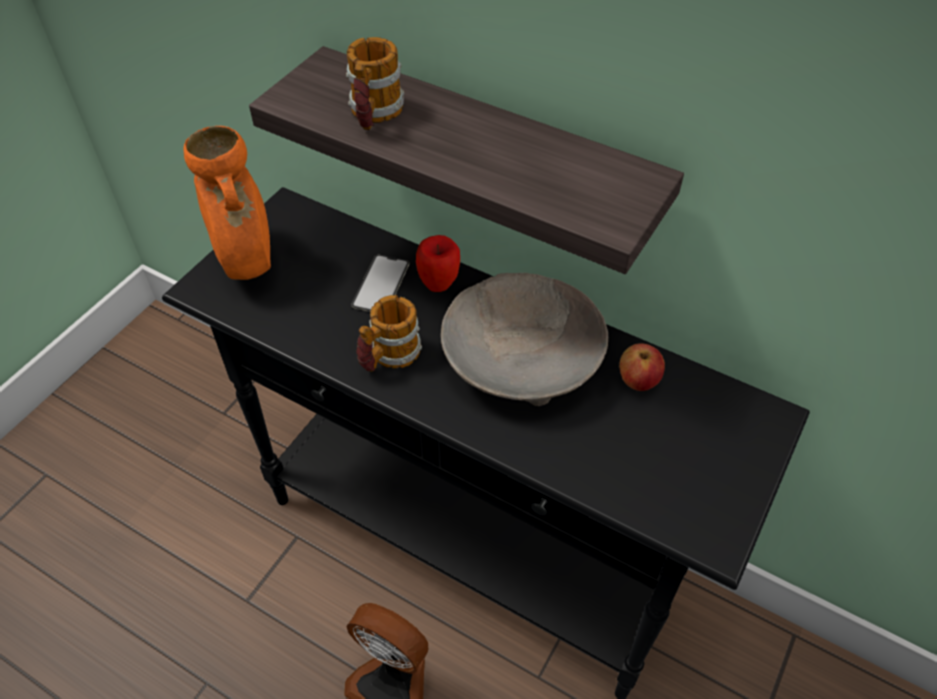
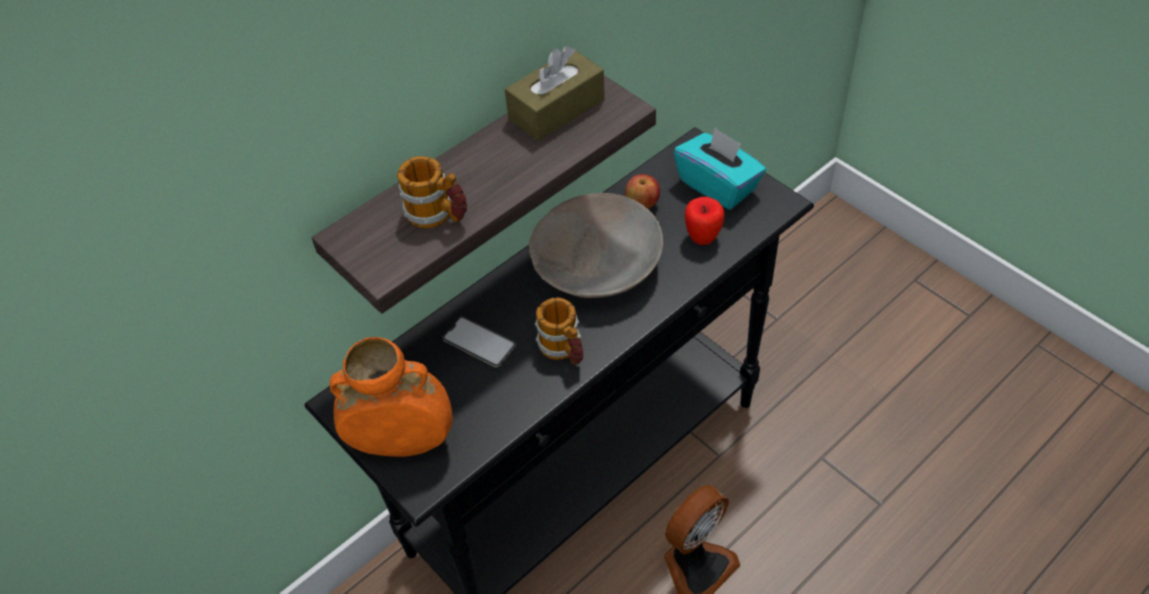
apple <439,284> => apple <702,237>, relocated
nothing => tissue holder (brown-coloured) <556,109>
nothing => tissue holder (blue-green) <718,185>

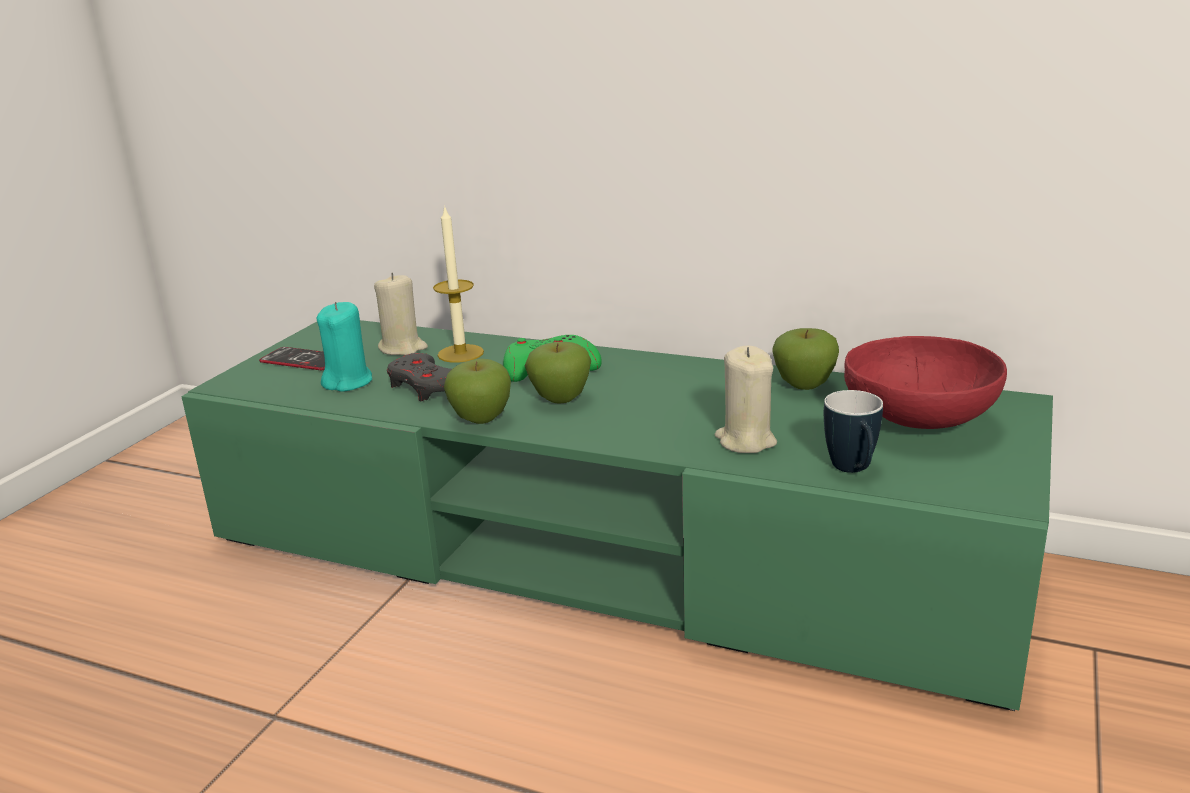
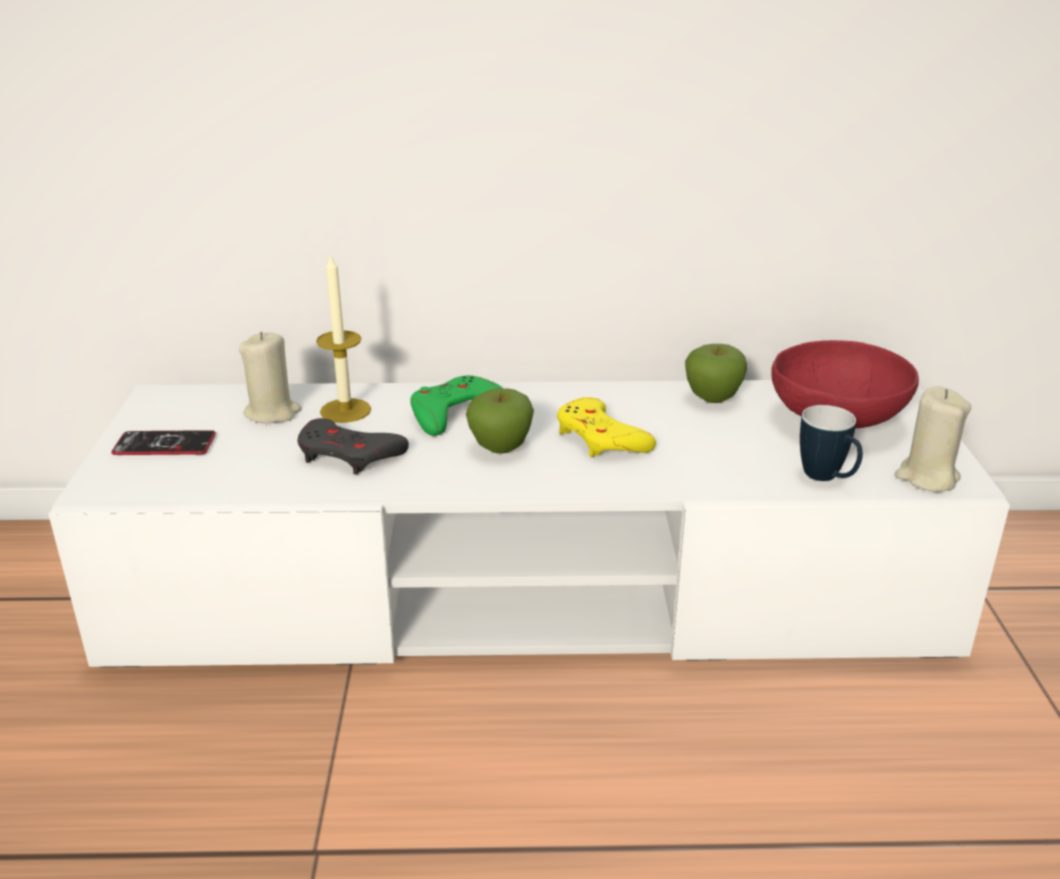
candle (blue-green) <348,382> => nothing
tv unit (green) <603,553> => tv unit (white) <530,591>
candle (beige-coloured) <745,441> => candle (beige-coloured) <926,477>, relocated
apple <481,419> => nothing
nothing => gamepad (yellowish) <601,438>

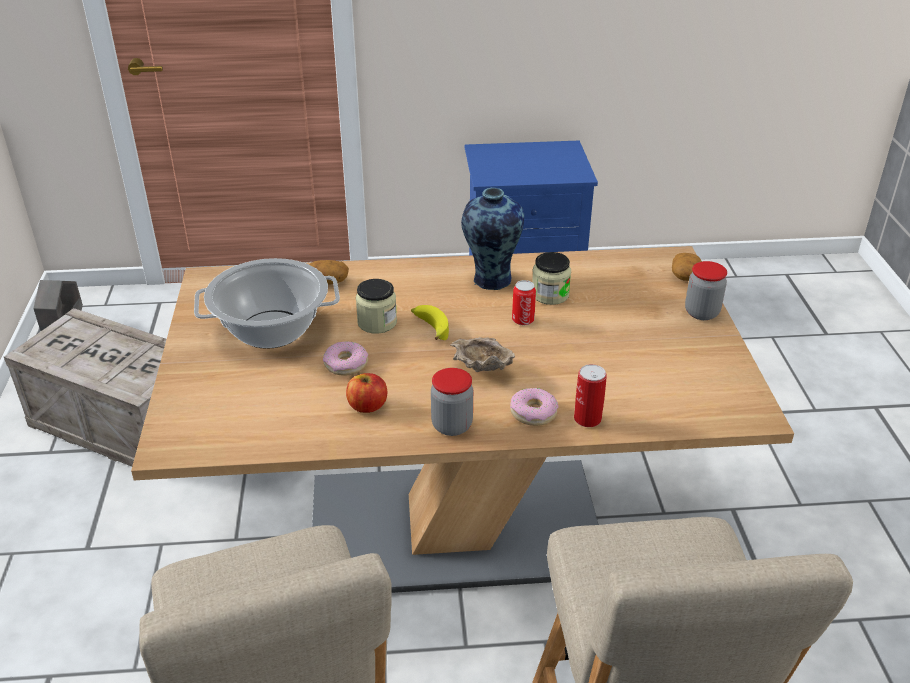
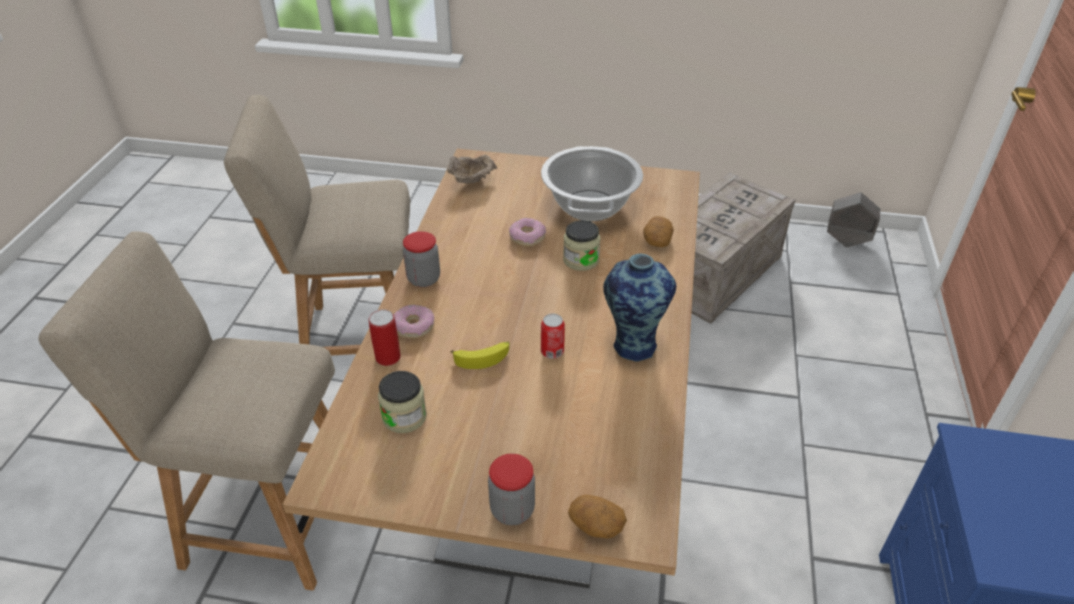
jar <550,295> => jar <404,417>, relocated
banana fruit <430,327> => banana fruit <483,357>, relocated
bowl (beige-coloured) <482,370> => bowl (beige-coloured) <472,182>, relocated
apple <367,406> => nothing

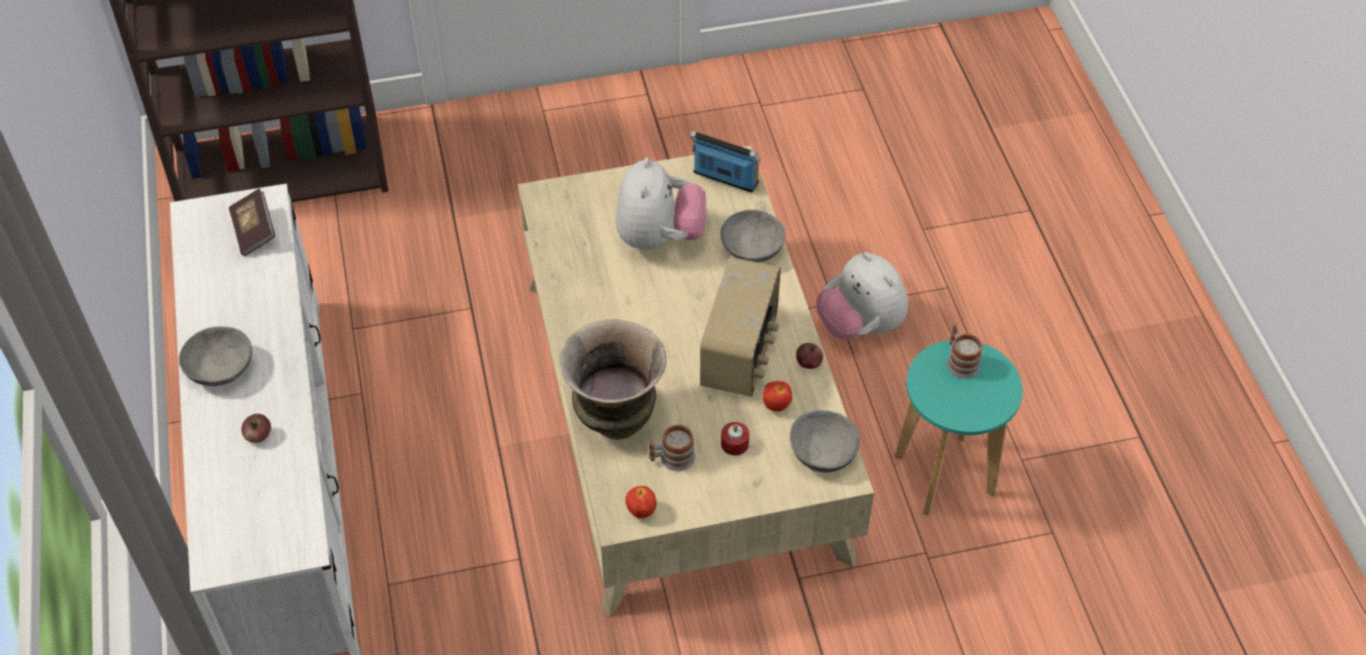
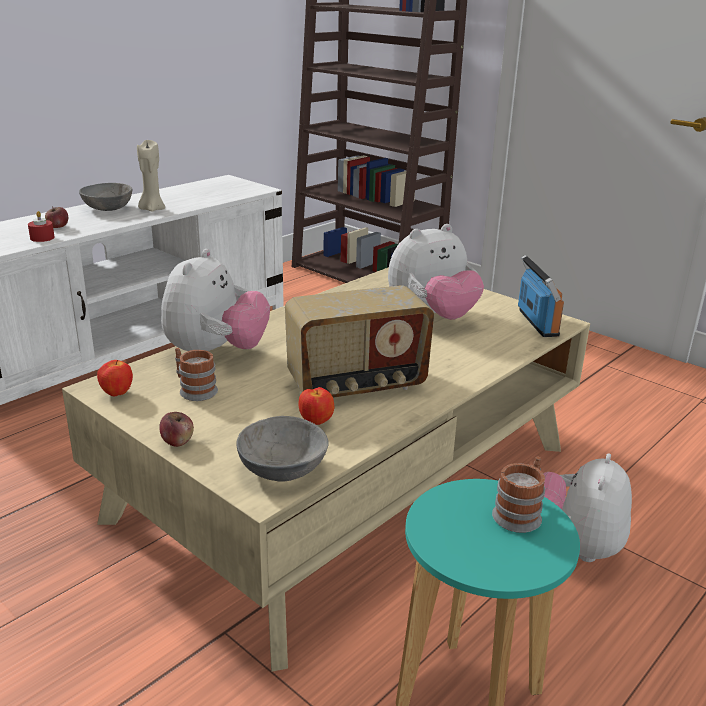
bound book <254,231> => nothing
bowl (gray) <751,248> => nothing
vase <615,418> => cuddly toy <216,353>
apple <808,363> => apple <177,441>, relocated
candle (red-coloured) <734,443> => candle (red-coloured) <42,238>, relocated
nothing => candle (beige-coloured) <152,209>

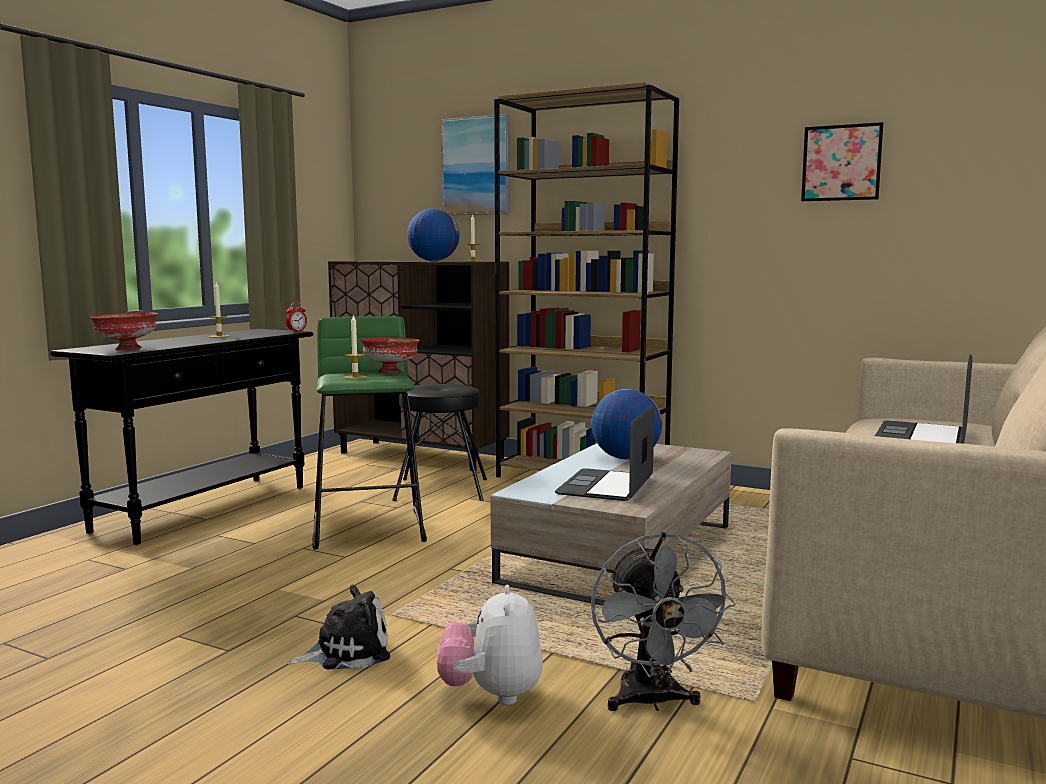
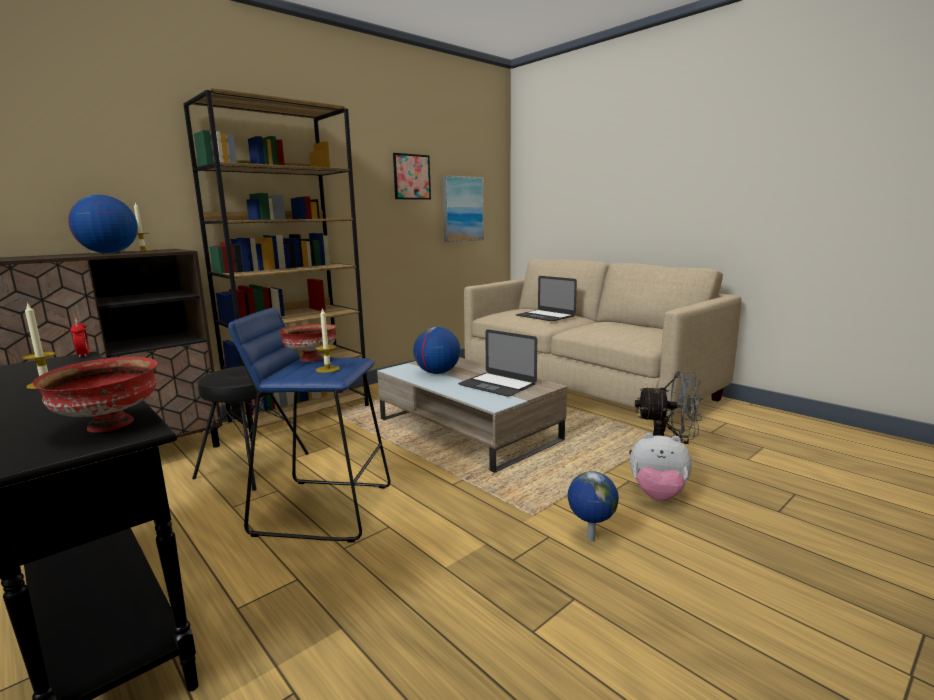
wall art <477,166> => wall art <462,209>, relocated
sitting stool (green) <369,528> => sitting stool (blue) <323,508>
cuddly toy <347,652> => desk globe <590,539>

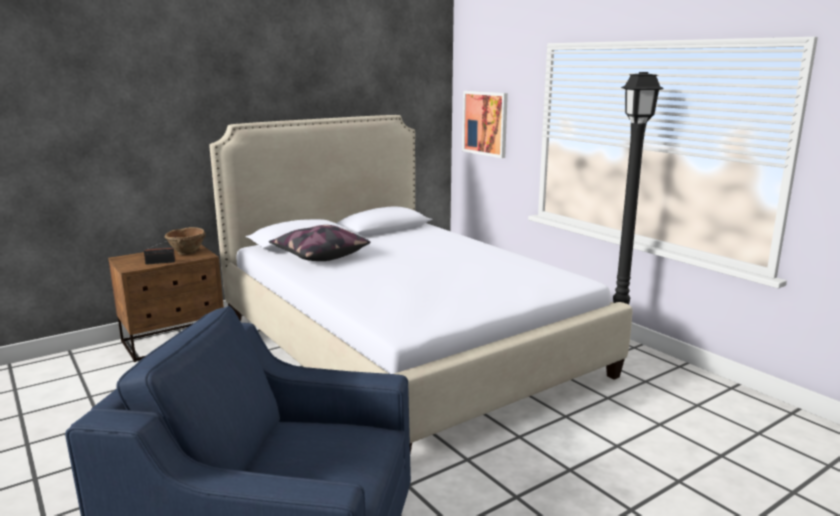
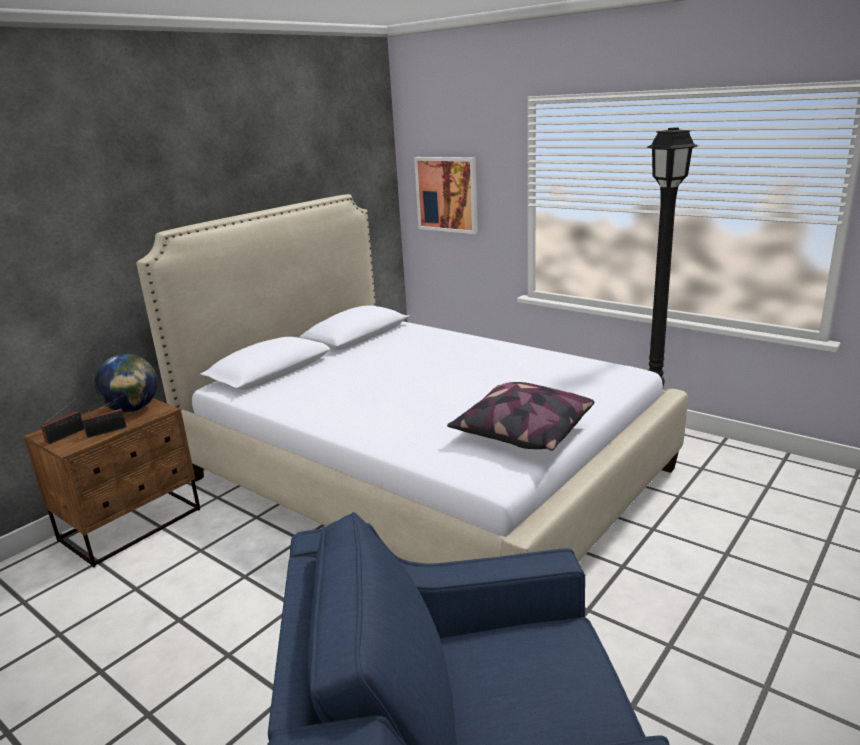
cushion <319,256> => cushion <521,433>, relocated
bowl (brown-coloured) <187,252> => desk globe <132,409>
nothing => radio receiver <67,435>

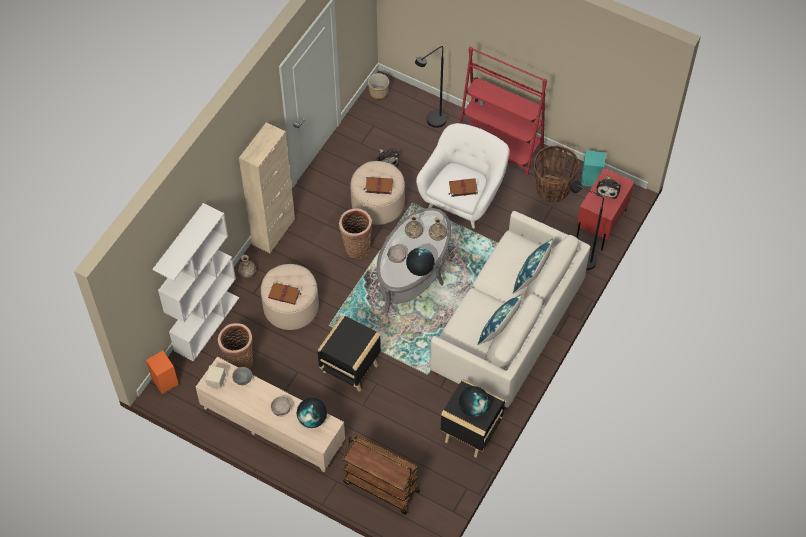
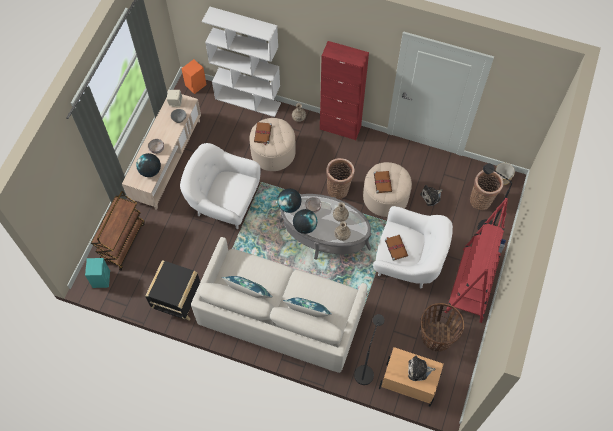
cupboard (beige-coloured) <273,232> => cupboard (red-coloured) <340,128>
audio speaker (blue-green) <590,179> => audio speaker (blue-green) <101,278>, relocated
night table (red-coloured) <601,224> => night table (beige-coloured) <407,384>
accent table (blackish) <349,368> => armchair (white) <224,203>
storage basket <239,361> => storage basket <481,200>, relocated
desk globe <473,408> => desk globe <289,206>, relocated

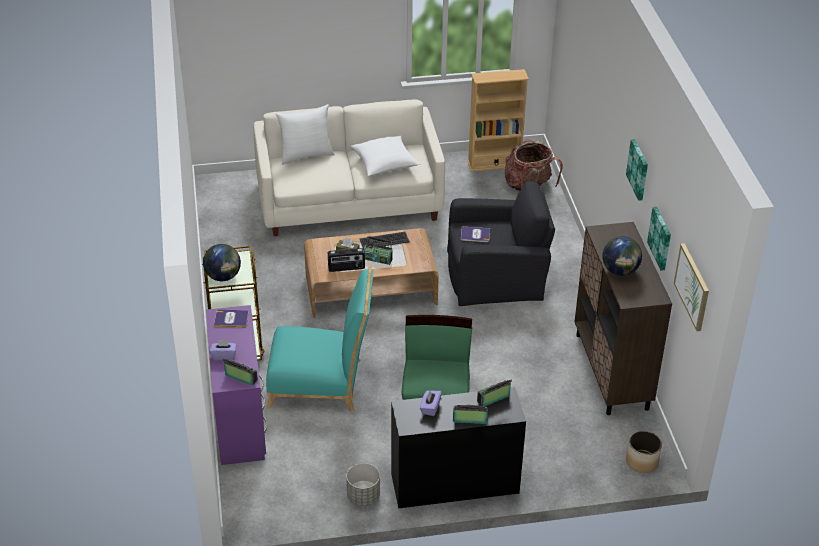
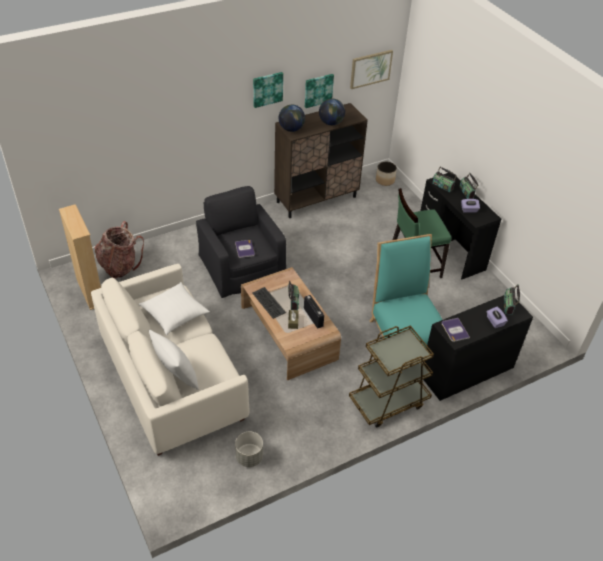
desk globe <223,276> => desk globe <291,129>, relocated
desk unit (purple) <239,419> => desk unit (blackish) <467,372>
flower pot (gray) <363,496> => flower pot (gray) <249,457>, relocated

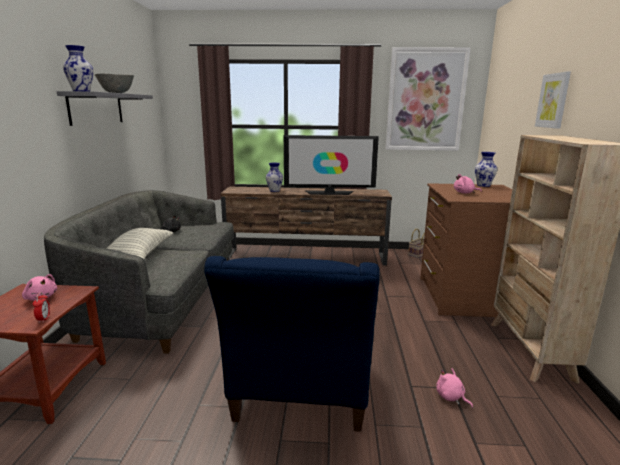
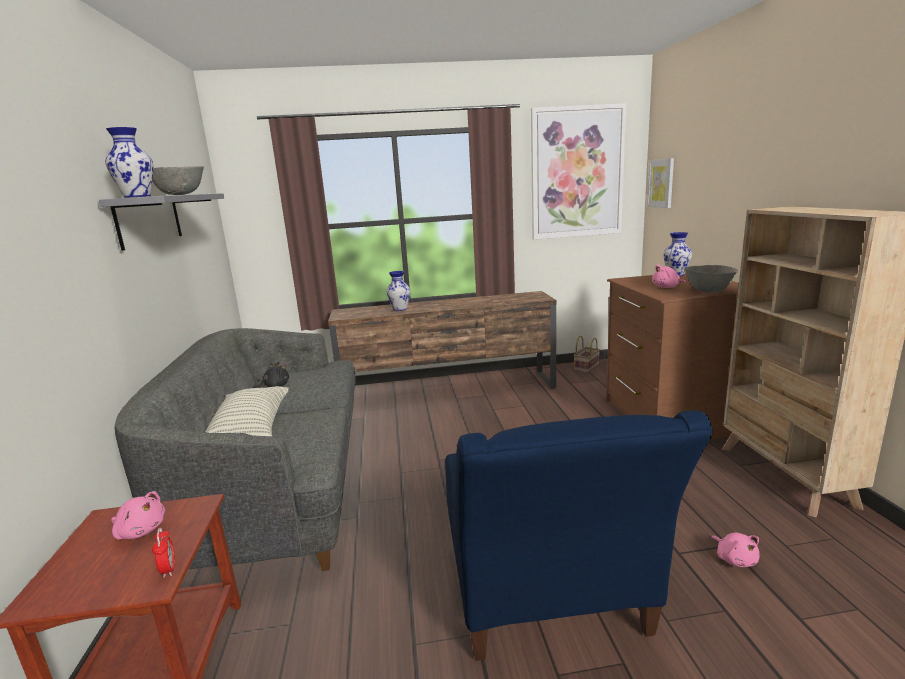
wall art <553,100> => wall art <661,183>, relocated
TV set <329,193> => nothing
cuddly toy (pink-coloured) <451,397> => cuddly toy (pink-coloured) <735,559>, 150 degrees counterclockwise
nothing => bowl (gray) <708,291>

